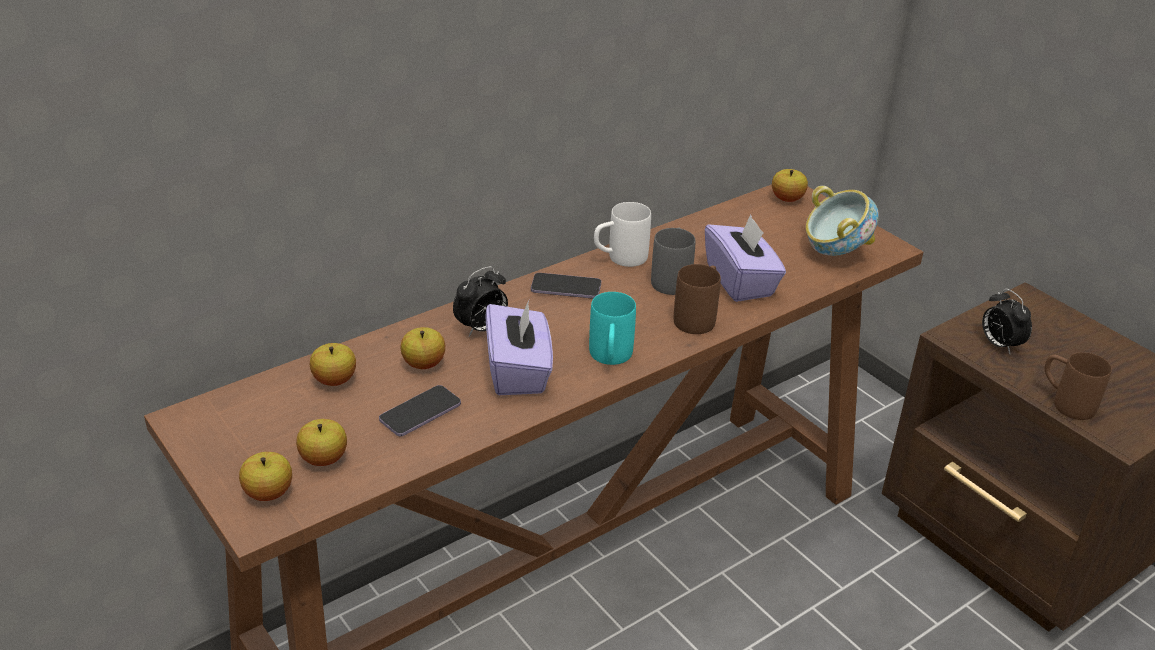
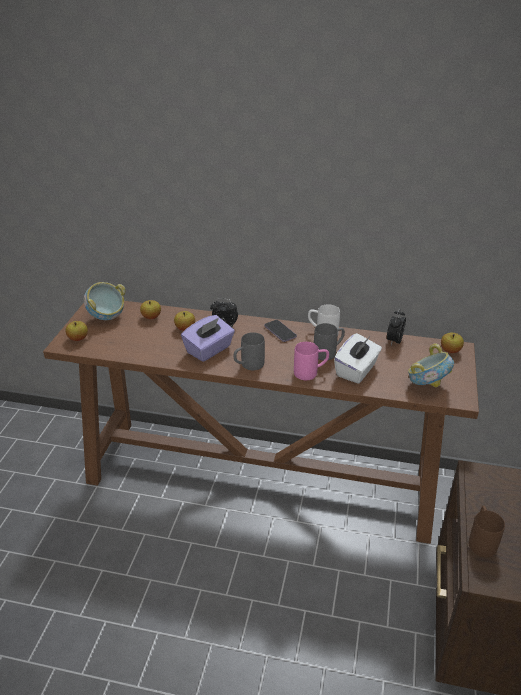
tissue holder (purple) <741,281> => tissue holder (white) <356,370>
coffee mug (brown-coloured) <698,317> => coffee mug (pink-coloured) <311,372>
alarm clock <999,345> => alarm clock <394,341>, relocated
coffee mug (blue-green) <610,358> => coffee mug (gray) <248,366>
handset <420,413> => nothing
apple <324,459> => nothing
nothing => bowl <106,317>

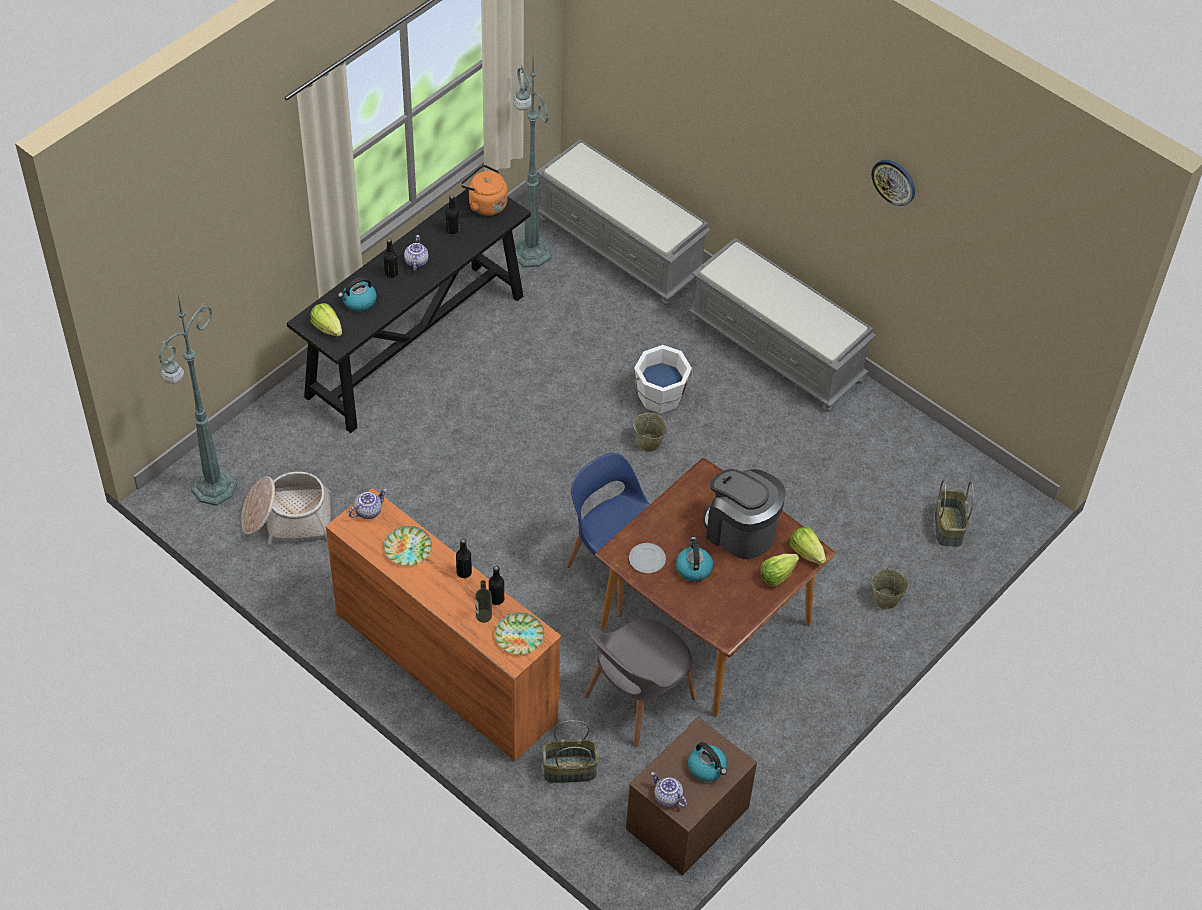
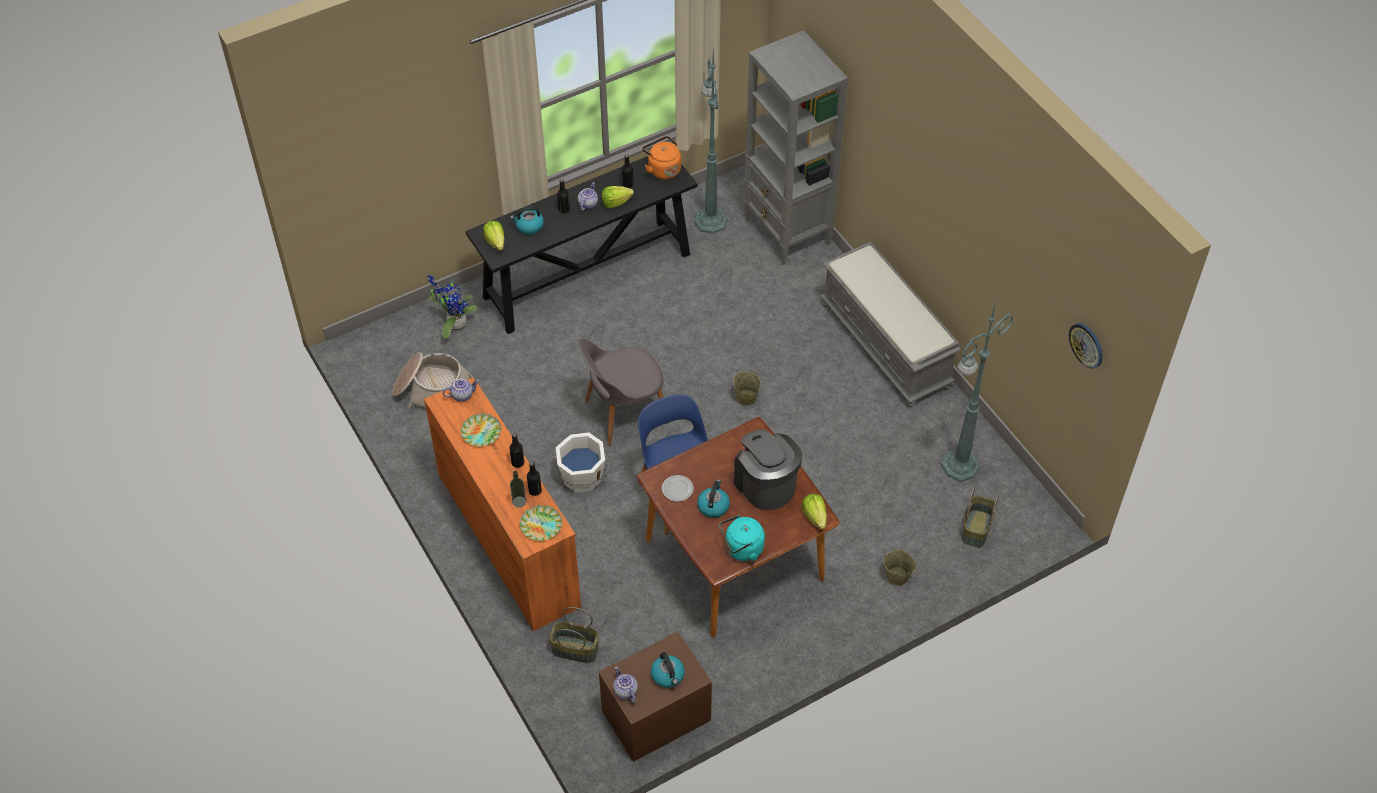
long seat (gray) <622,247> => bookcase (gray) <787,232>
clock on the wall <894,181> => clock on the wall <1086,345>, relocated
floor lamp (green) <212,489> => floor lamp (green) <958,466>, relocated
water bucket (white) <660,397> => water bucket (white) <582,477>, relocated
head of lettuce <777,575> => head of lettuce <615,202>, relocated
plain chair (gray) <637,699> => plain chair (gray) <624,412>, relocated
nothing => houseplant <454,324>
nothing => water kettle (blue-green) <742,549>

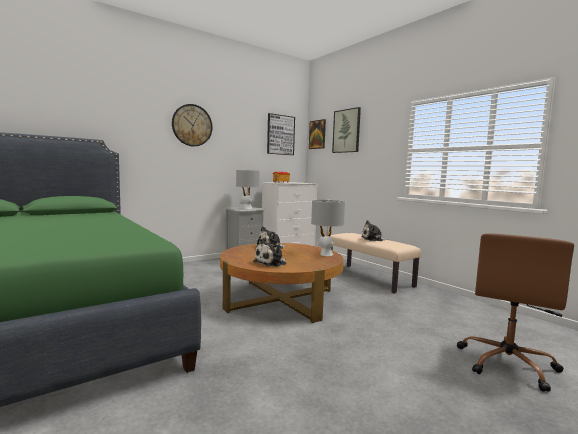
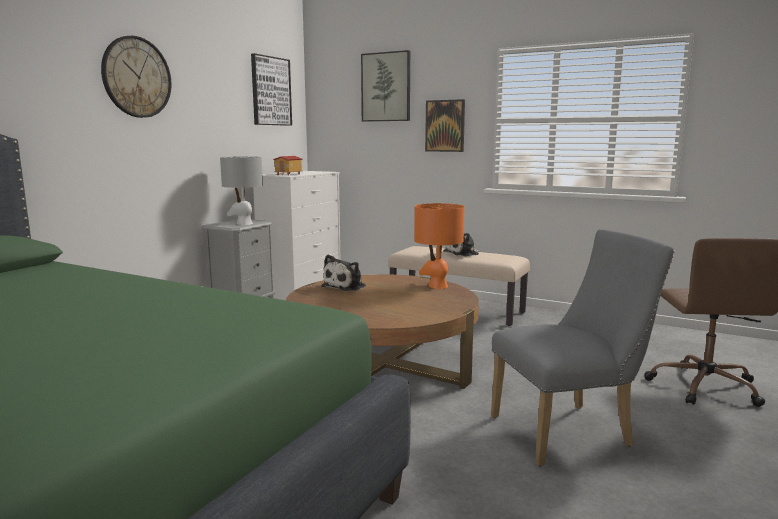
wall art <317,134> => wall art <445,126>, relocated
table lamp (gray) <326,254> => table lamp (orangey) <437,286>
cuddly toy <271,263> => nothing
nothing => plain chair (gray) <570,431>

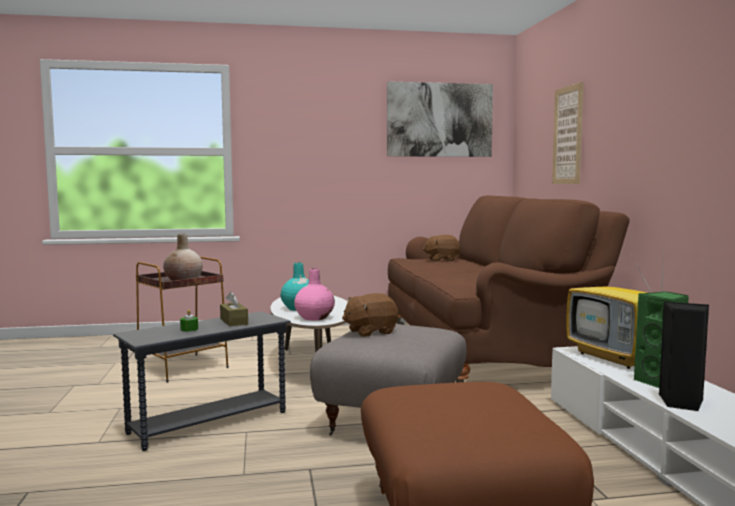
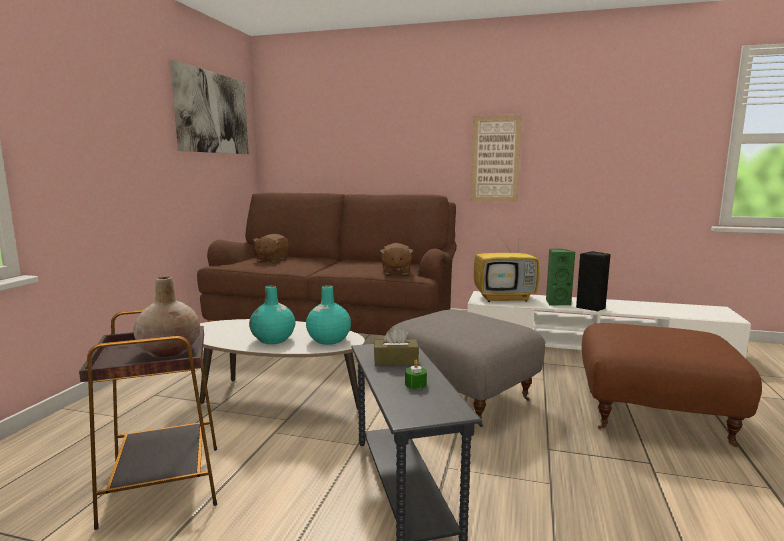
wall art <567,135> => wall art <495,159>, relocated
vase (pink-coloured) <314,317> => vase (blue-green) <328,340>
cuddly toy (brown-coloured) <370,332> => cuddly toy (brown-coloured) <396,271>, relocated

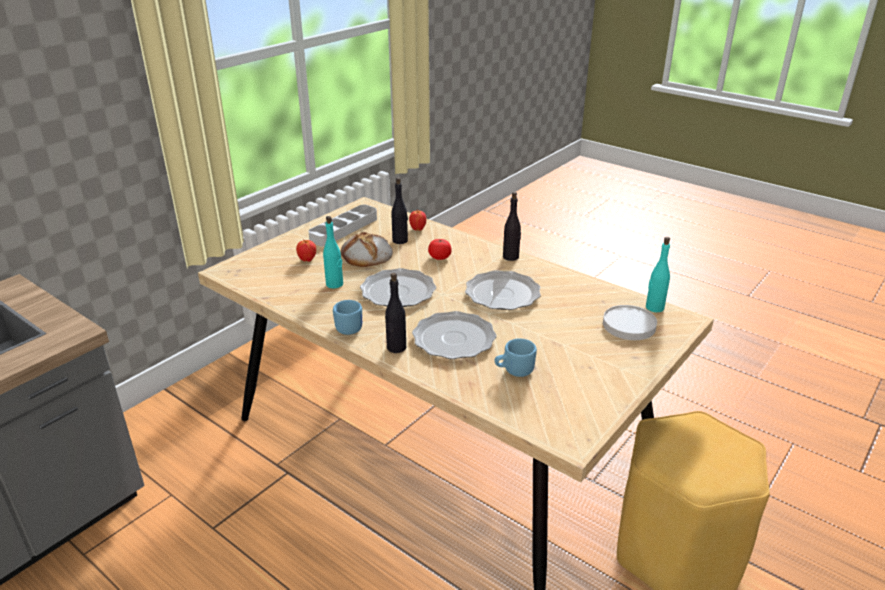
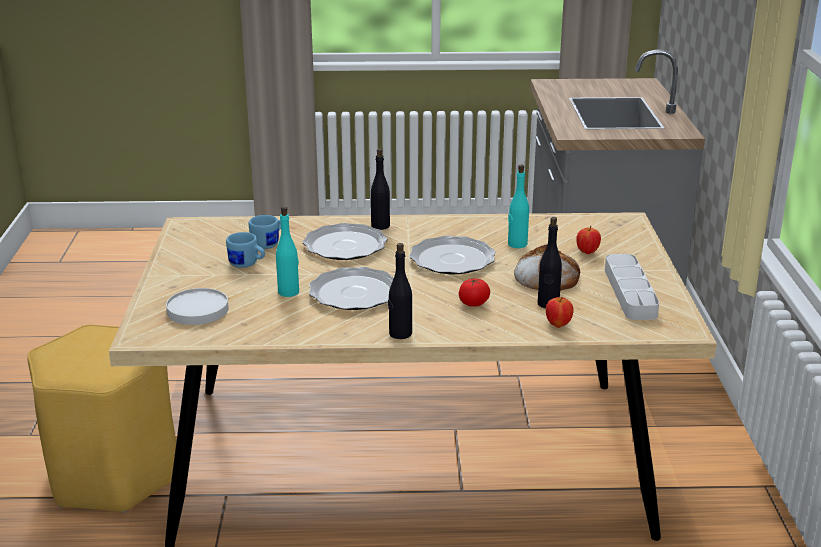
bottle (blue-green) <654,307> => bottle (blue-green) <289,292>, relocated
coffee mug (blue) <348,326> => coffee mug (blue) <247,265>, relocated

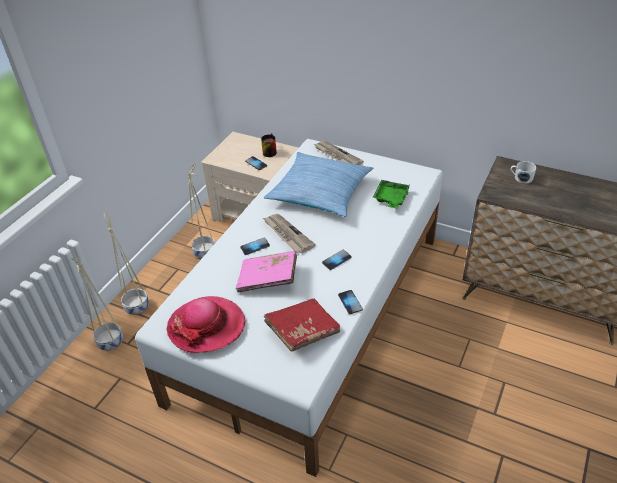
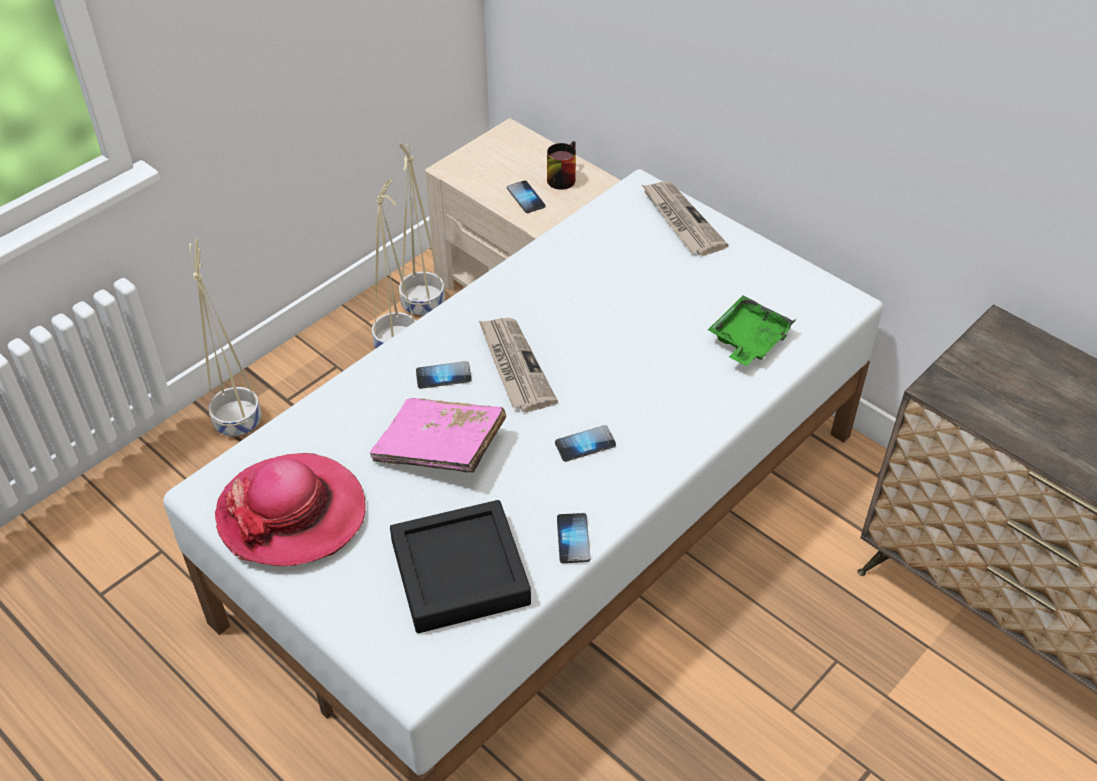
cushion <320,192> => nothing
coffee mug (white) <521,178> => nothing
flower pot (beige-coloured) <110,342> => flower pot (beige-coloured) <422,305>, relocated
bound book (red-coloured) <302,331> => tray (blackish) <460,573>

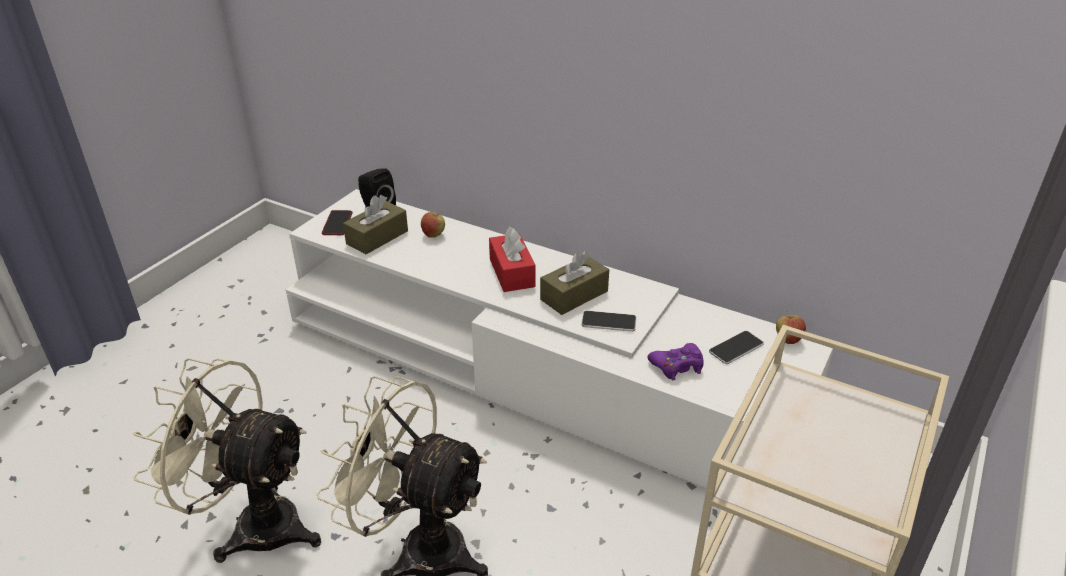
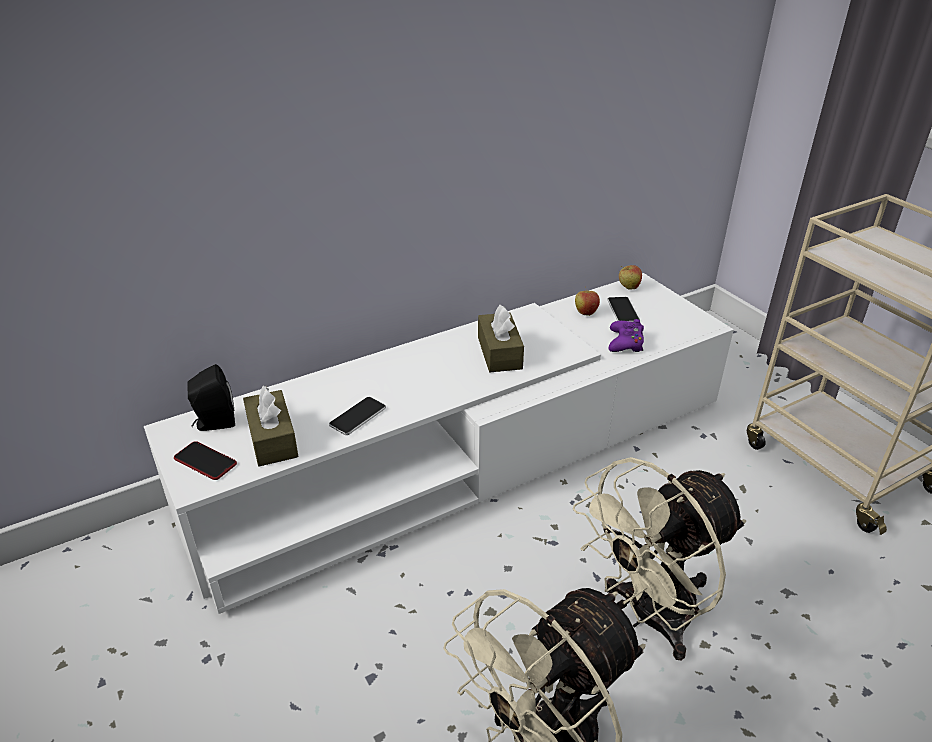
apple <434,235> => apple <585,313>, relocated
tissue holder (red-coloured) <512,273> => nothing
handset <608,322> => handset <358,417>, relocated

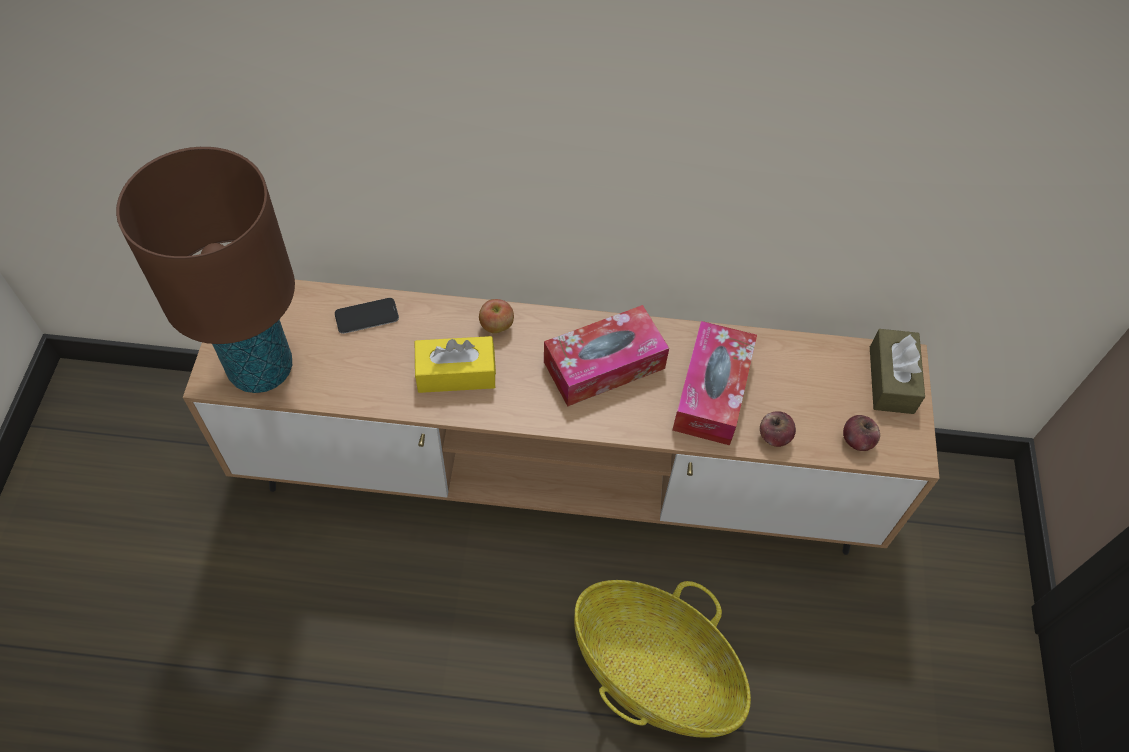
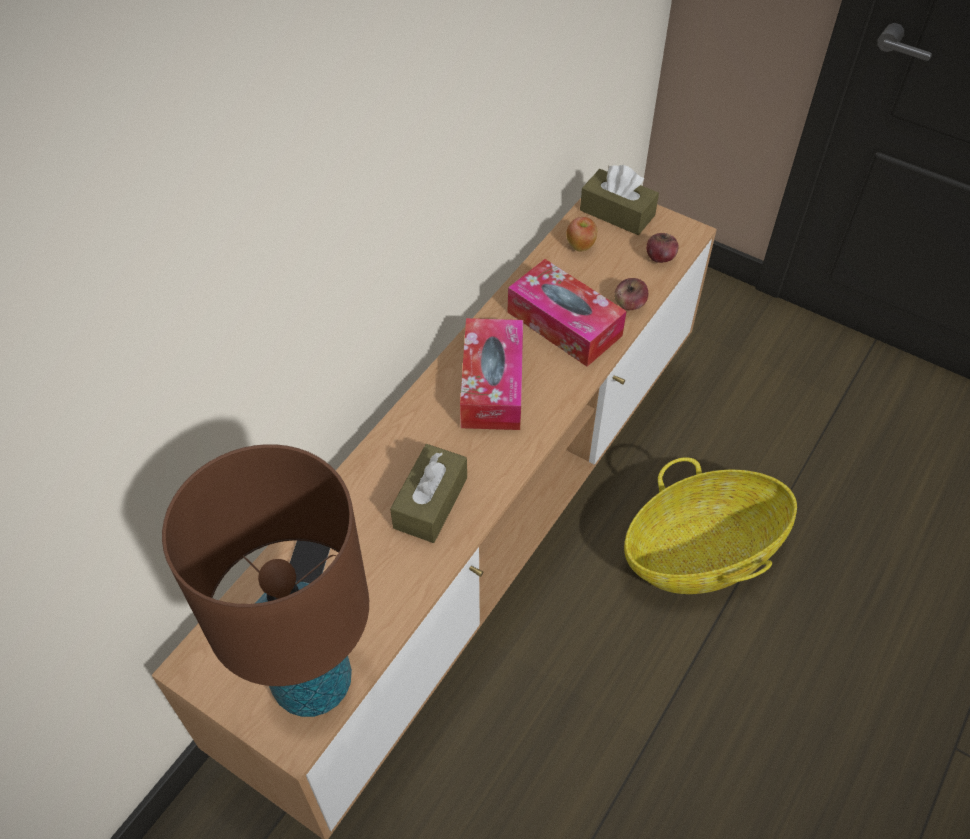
apple <496,326> => apple <581,246>, relocated
tissue holder (yellowish) <456,373> => tissue holder (brown-coloured) <430,502>

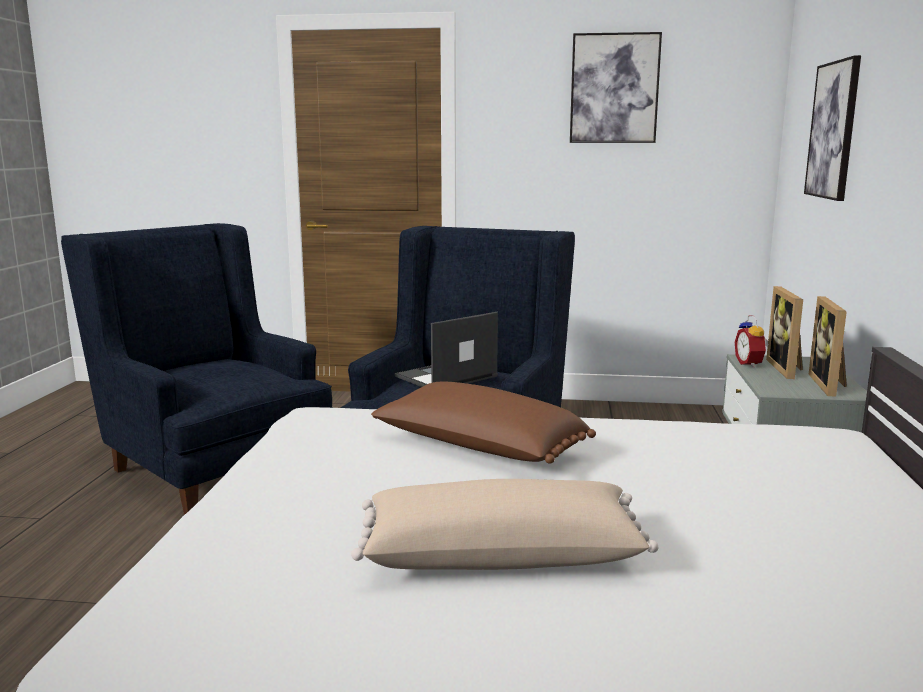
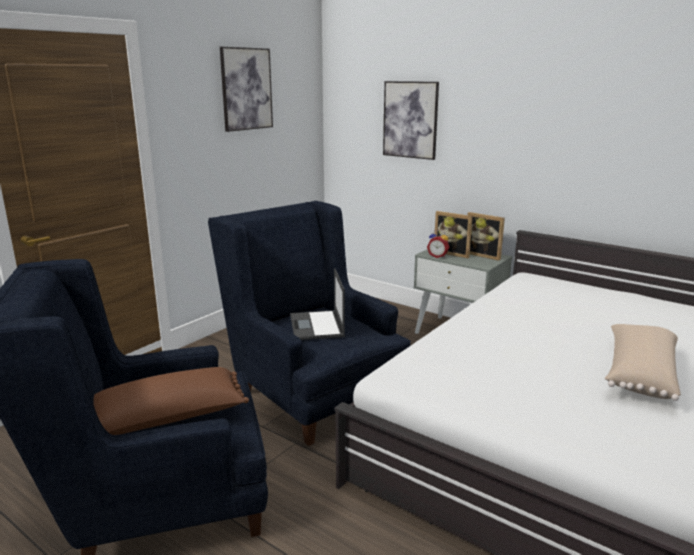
cushion (brown-coloured) <478,449> => cushion (brown-coloured) <168,420>, relocated

